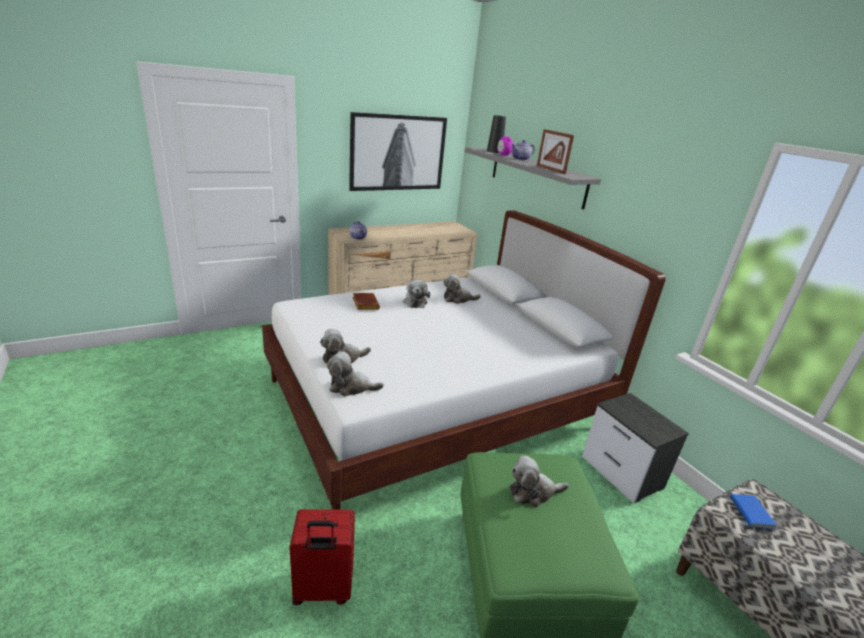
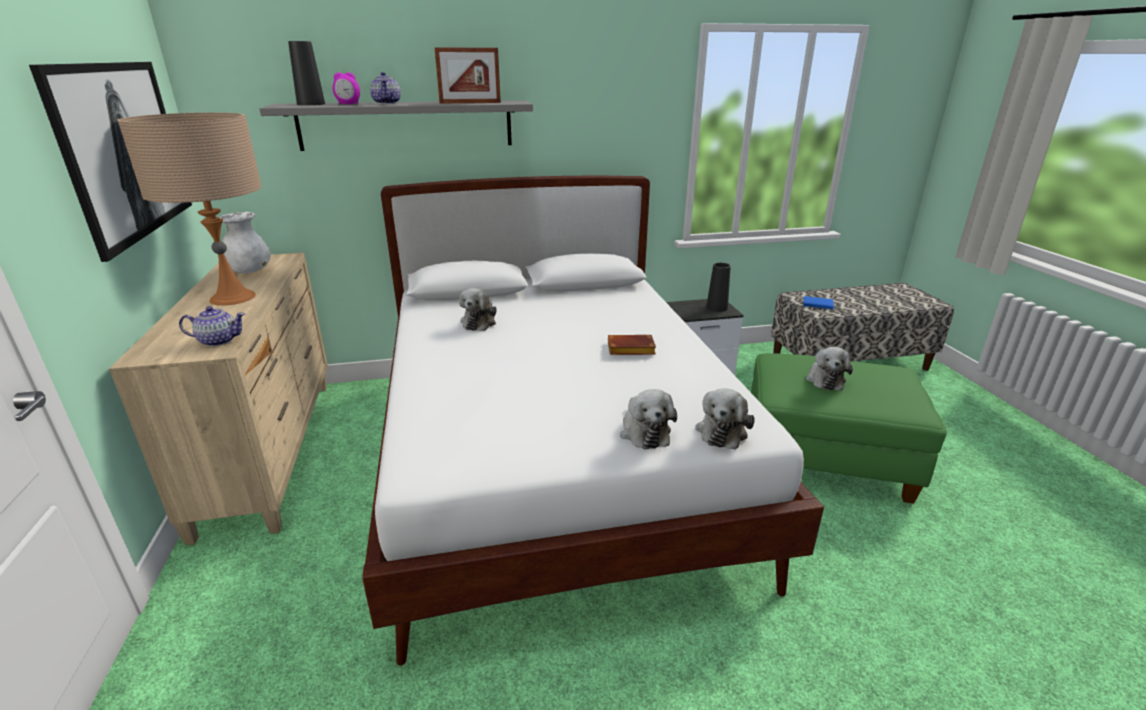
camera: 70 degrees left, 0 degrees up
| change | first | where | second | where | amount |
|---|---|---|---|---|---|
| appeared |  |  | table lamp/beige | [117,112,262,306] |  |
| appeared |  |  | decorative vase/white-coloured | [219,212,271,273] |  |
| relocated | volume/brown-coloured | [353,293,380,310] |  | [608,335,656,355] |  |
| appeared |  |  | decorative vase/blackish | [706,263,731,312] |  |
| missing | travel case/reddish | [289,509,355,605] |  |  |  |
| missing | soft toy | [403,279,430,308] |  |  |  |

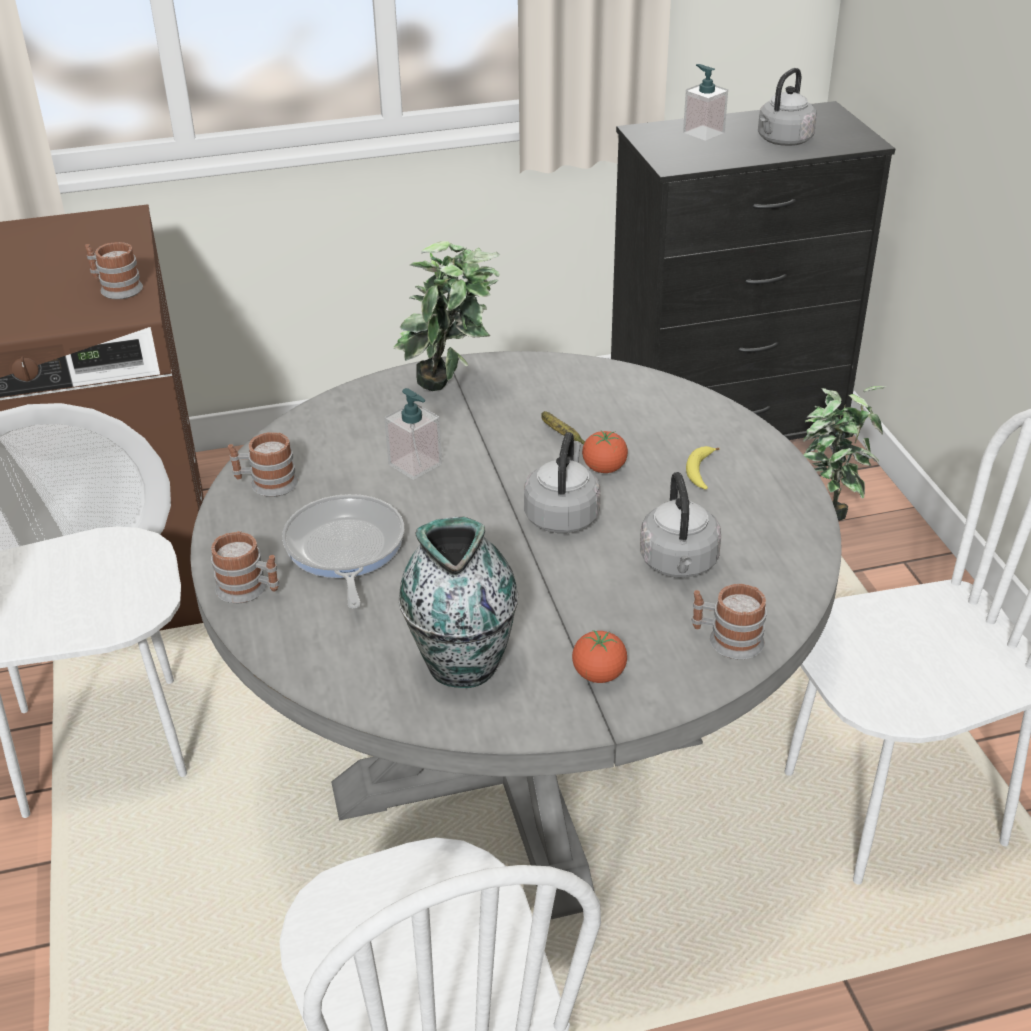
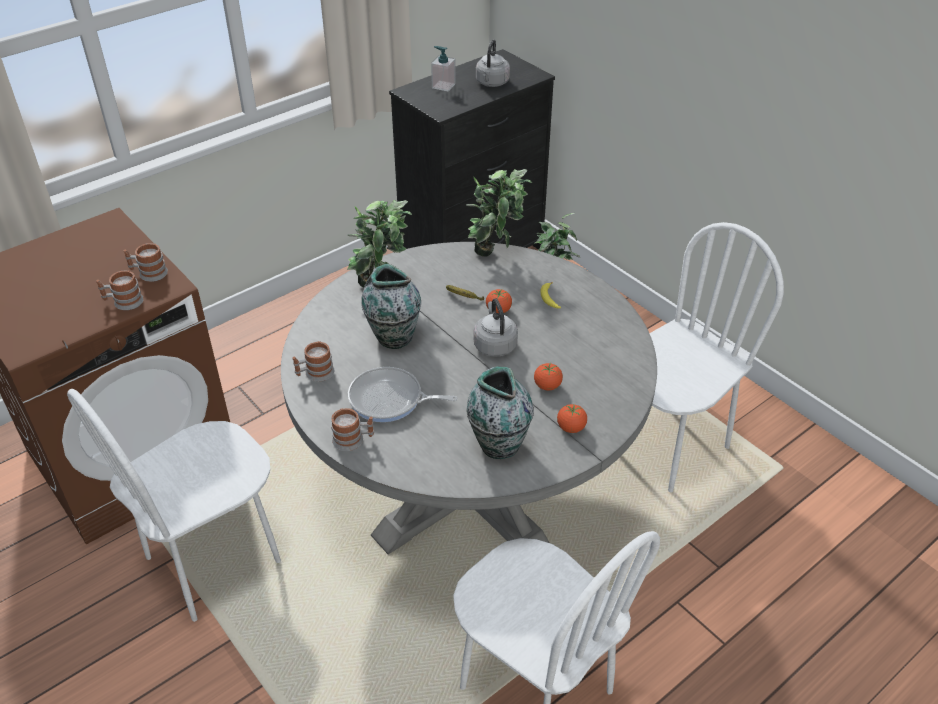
camera: 25 degrees left, 5 degrees up
| change | first | where | second | where | amount |
|---|---|---|---|---|---|
| relocated | tea mug | [691,584,767,659] |  | [96,271,144,310] |  |
| spun | skillet | [282,494,404,609] |  | [348,367,457,422] | 45 degrees counterclockwise |
| exchanged | soap dispenser | [384,388,442,480] | decorative vase | [361,264,421,349] |  |
| appeared |  |  | potted plant | [466,169,532,256] |  |
| appeared |  |  | tomato | [534,363,563,391] |  |
| missing | water kettle/grey | [640,472,721,578] |  |  |  |

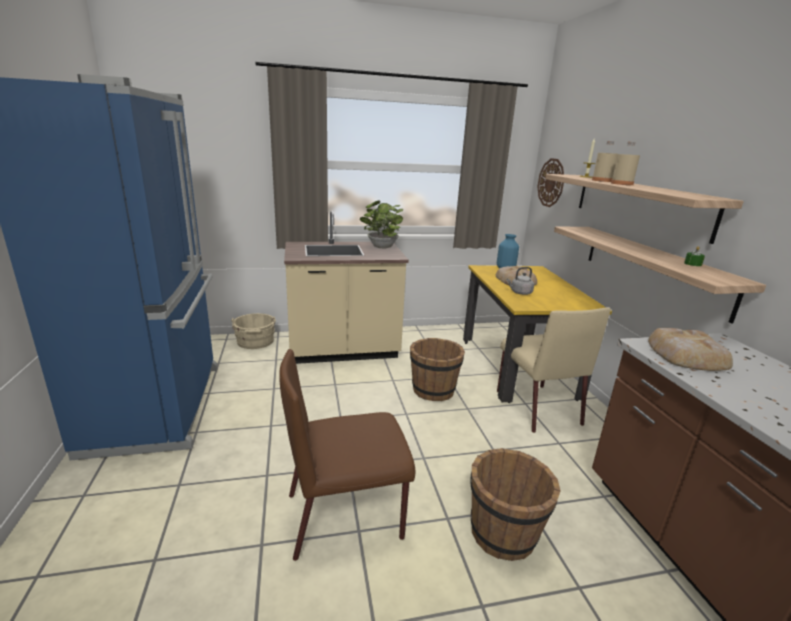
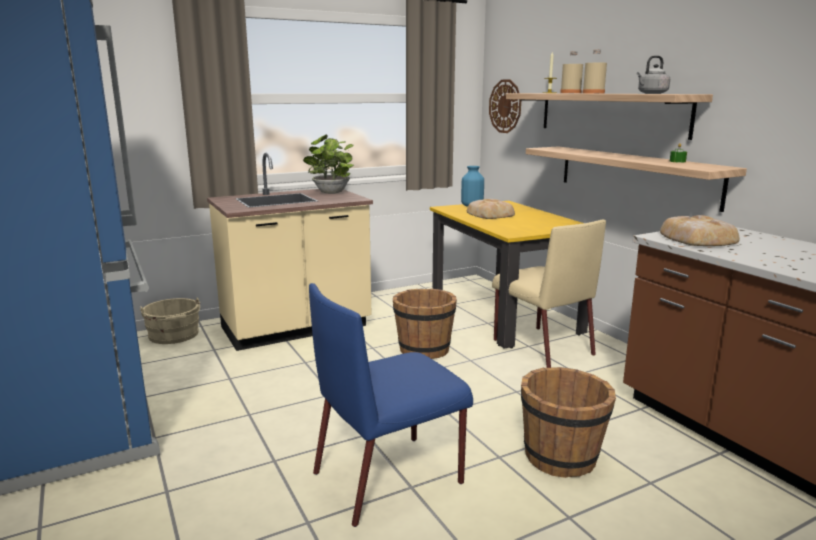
camera: 15 degrees left, 5 degrees down
| change | first | where | second | where | amount |
|---|---|---|---|---|---|
| colour | plain chair/brown-coloured | [279,349,415,561] | plain chair/blue-coloured | [309,283,473,527] |  |
| relocated | water kettle/grey | [507,267,534,295] |  | [637,56,670,94] |  |

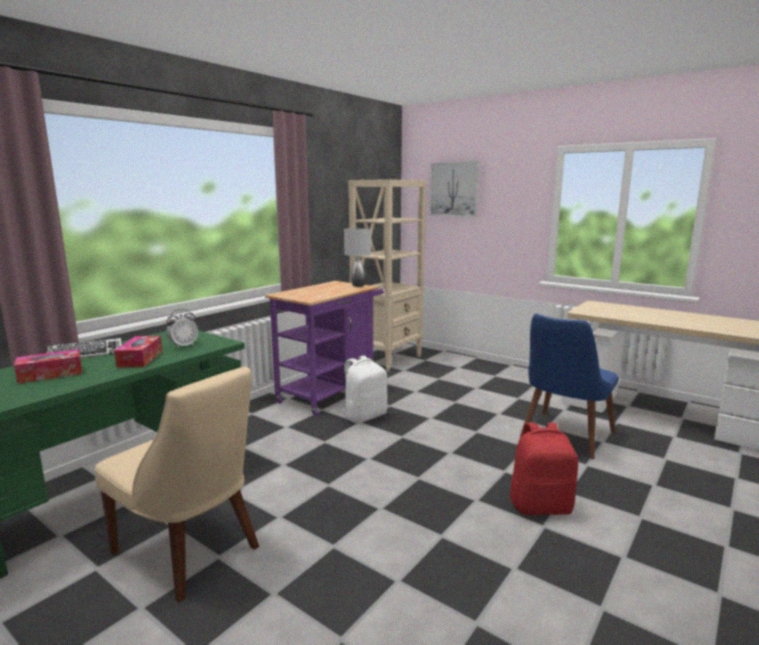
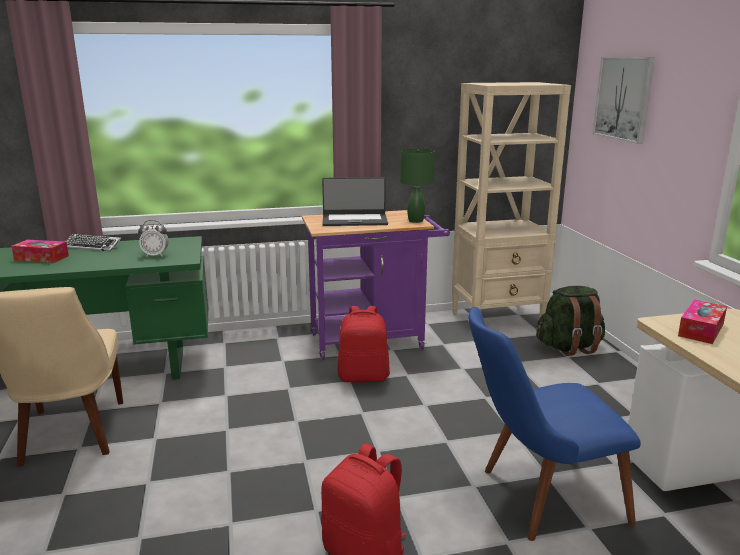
camera: 40 degrees right, 5 degrees up
| change | first | where | second | where | amount |
|---|---|---|---|---|---|
| appeared |  |  | laptop | [322,177,388,226] |  |
| colour | rucksack/white-coloured | [342,355,388,424] | rucksack/reddish | [338,306,390,382] |  |
| colour | table lamp/grey | [344,228,371,287] | table lamp/greenish | [400,149,435,223] |  |
| appeared |  |  | rucksack/greenish | [536,286,605,356] |  |
| relocated | tissue box | [114,336,162,368] |  | [678,300,727,344] |  |

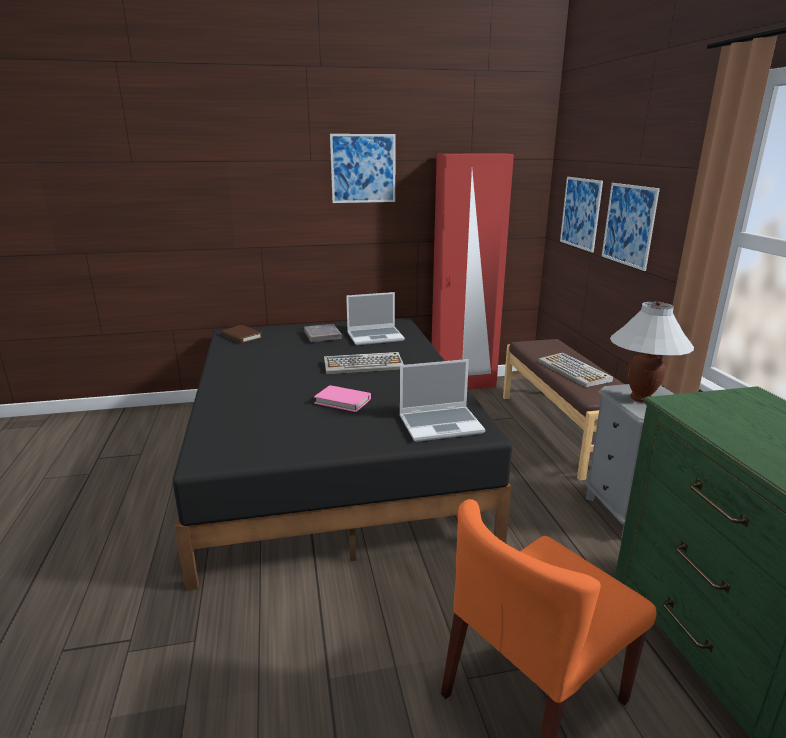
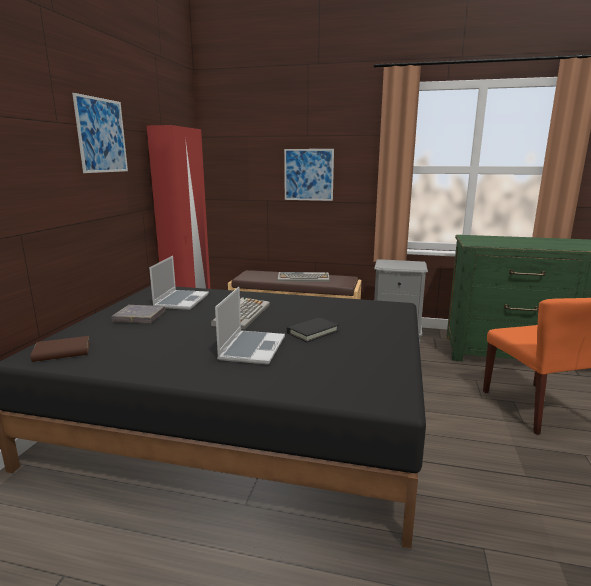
camera: 65 degrees left, 5 degrees down
| change | first | where | second | where | amount |
|---|---|---|---|---|---|
| relocated | laptop | [400,359,485,442] |  | [215,287,285,365] |  |
| colour | volume/pinkish | [314,385,371,412] | volume/blackish | [287,317,339,342] |  |
| missing | picture | [560,177,603,252] |  |  |  |
| missing | table lamp/white-coloured | [610,301,694,403] |  |  |  |

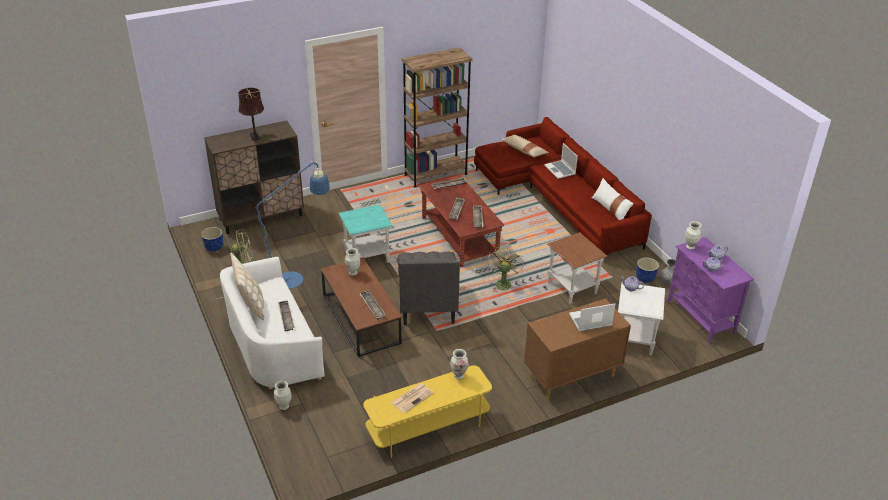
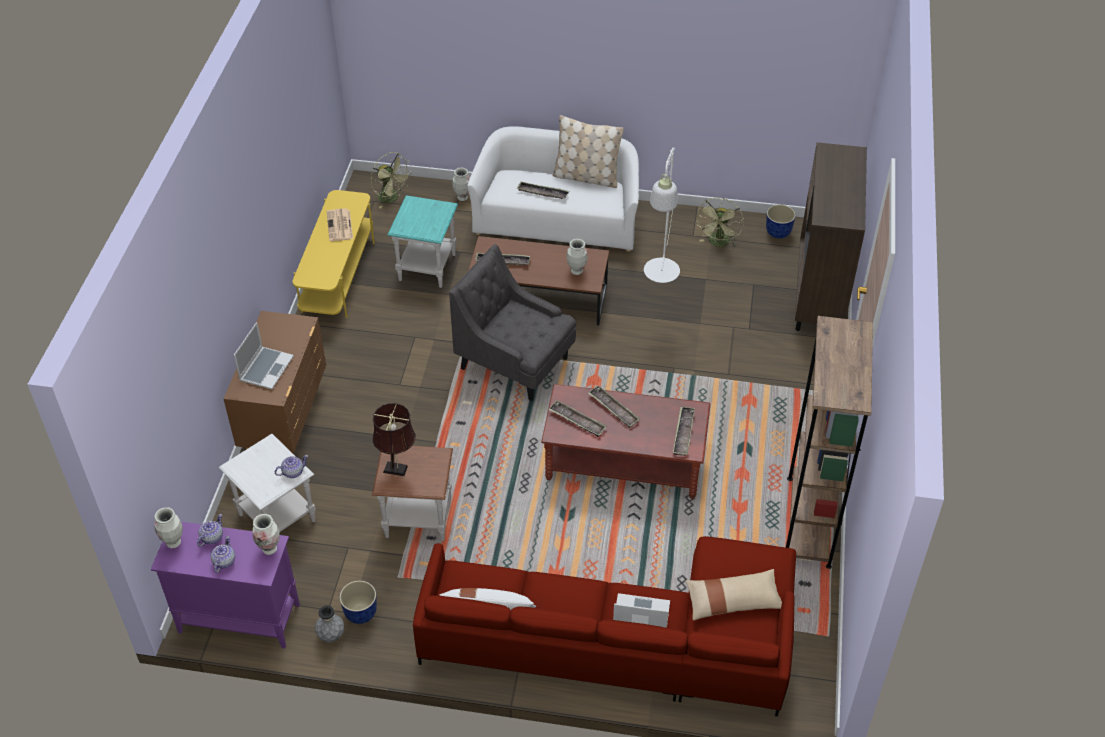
camera: 125 degrees right, 10 degrees up
| change | first | where | second | where | amount |
|---|---|---|---|---|---|
| relocated | decorative vase | [450,349,468,380] |  | [154,507,183,548] |  |
| relocated | cooling fan/greenish | [487,246,523,291] |  | [371,152,412,209] |  |
| relocated | table lamp/brown-coloured | [238,88,264,141] |  | [372,403,416,476] |  |
| relocated | end table/turquoise-coloured | [339,205,392,263] |  | [388,195,458,288] |  |
| colour | standard lamp/blue-coloured | [218,161,330,299] | standard lamp/white-coloured | [644,148,680,283] |  |

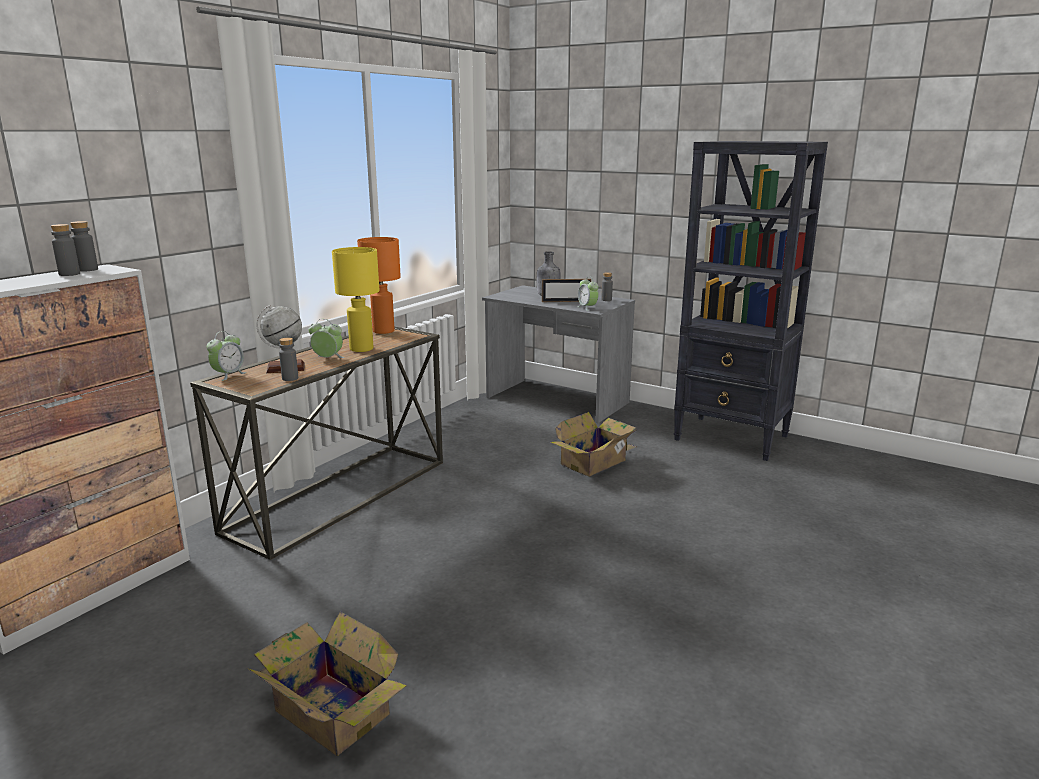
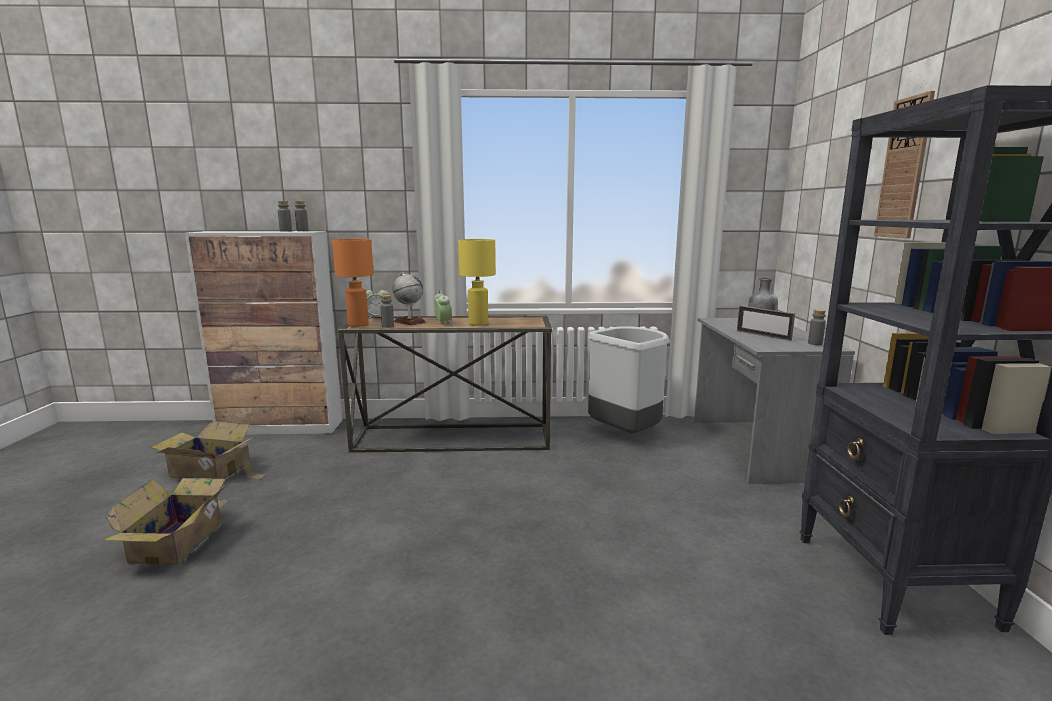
camera: 55 degrees right, 5 degrees down
| change | first | where | second | where | amount |
|---|---|---|---|---|---|
| relocated | packing box | [550,412,637,477] |  | [150,421,267,480] |  |
| relocated | table lamp/orange | [357,237,401,334] |  | [332,239,374,327] |  |
| appeared |  |  | waste bin/grey | [588,326,670,434] |  |
| appeared |  |  | clock on the wall | [874,91,935,239] |  |
| missing | alarm clock | [577,276,598,311] |  |  |  |

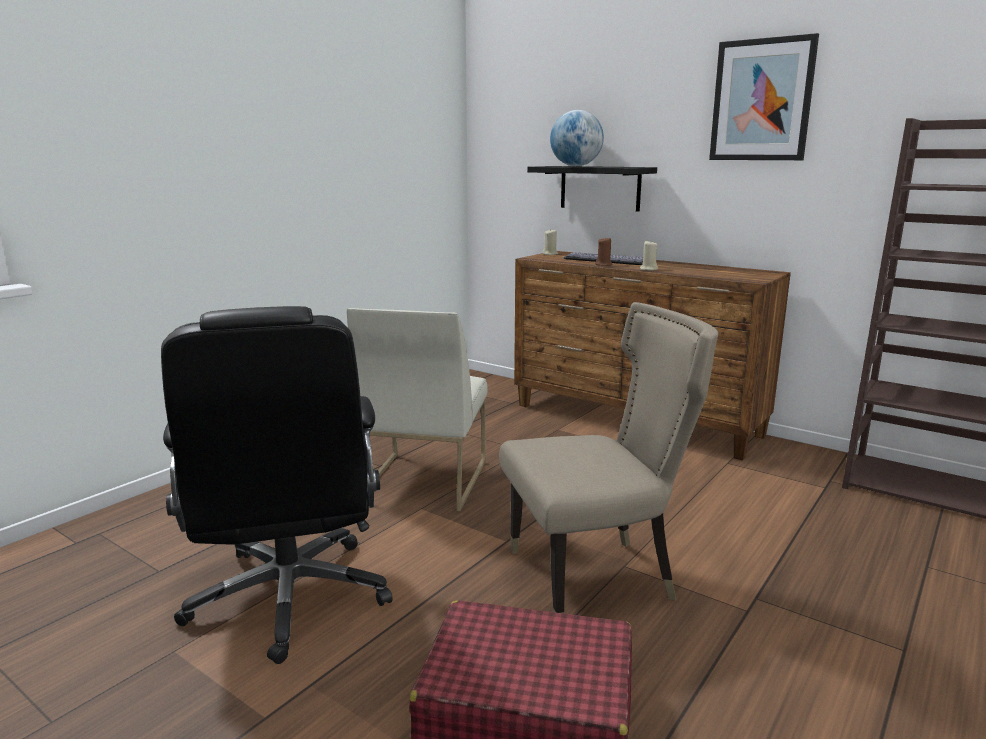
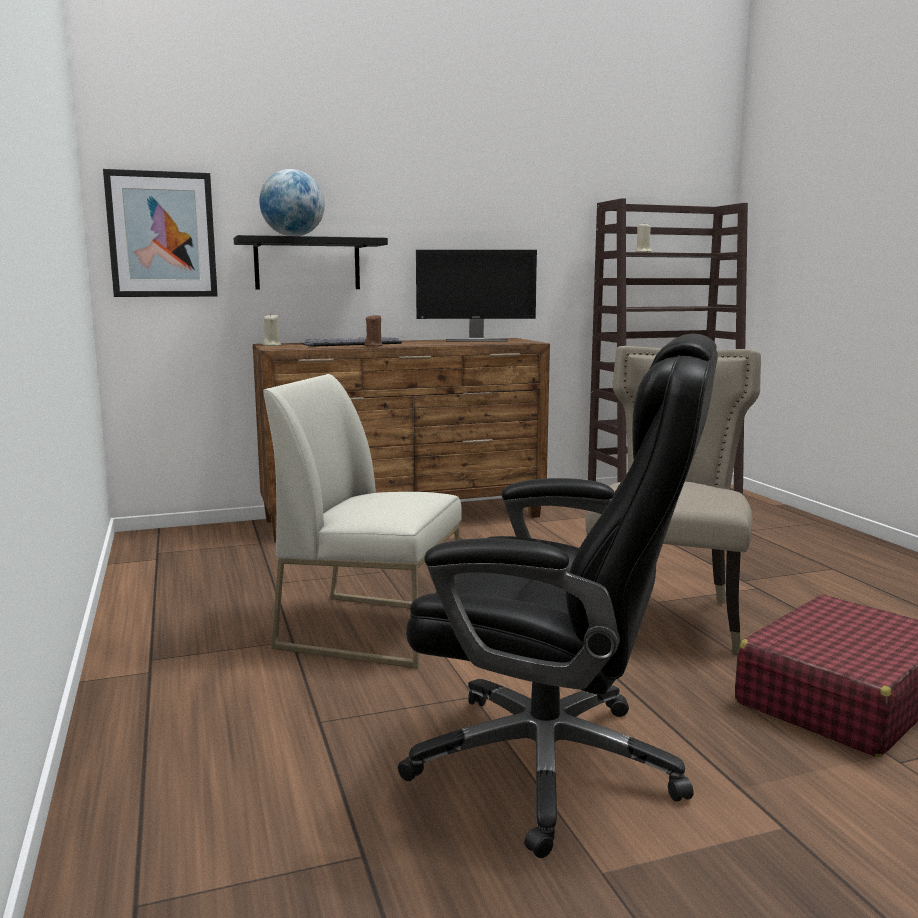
camera: 55 degrees left, 5 degrees down
| change | first | where | second | where | amount |
|---|---|---|---|---|---|
| relocated | picture | [709,33,819,160] |  | [103,169,218,297] |  |
| spun | plain chair/white-coloured | [347,308,488,511] |  | [263,374,462,668] | 150 degrees clockwise |
| appeared |  |  | computer display | [416,250,537,341] |  |
| relocated | candle/beige | [640,241,658,271] |  | [635,223,652,252] |  |

